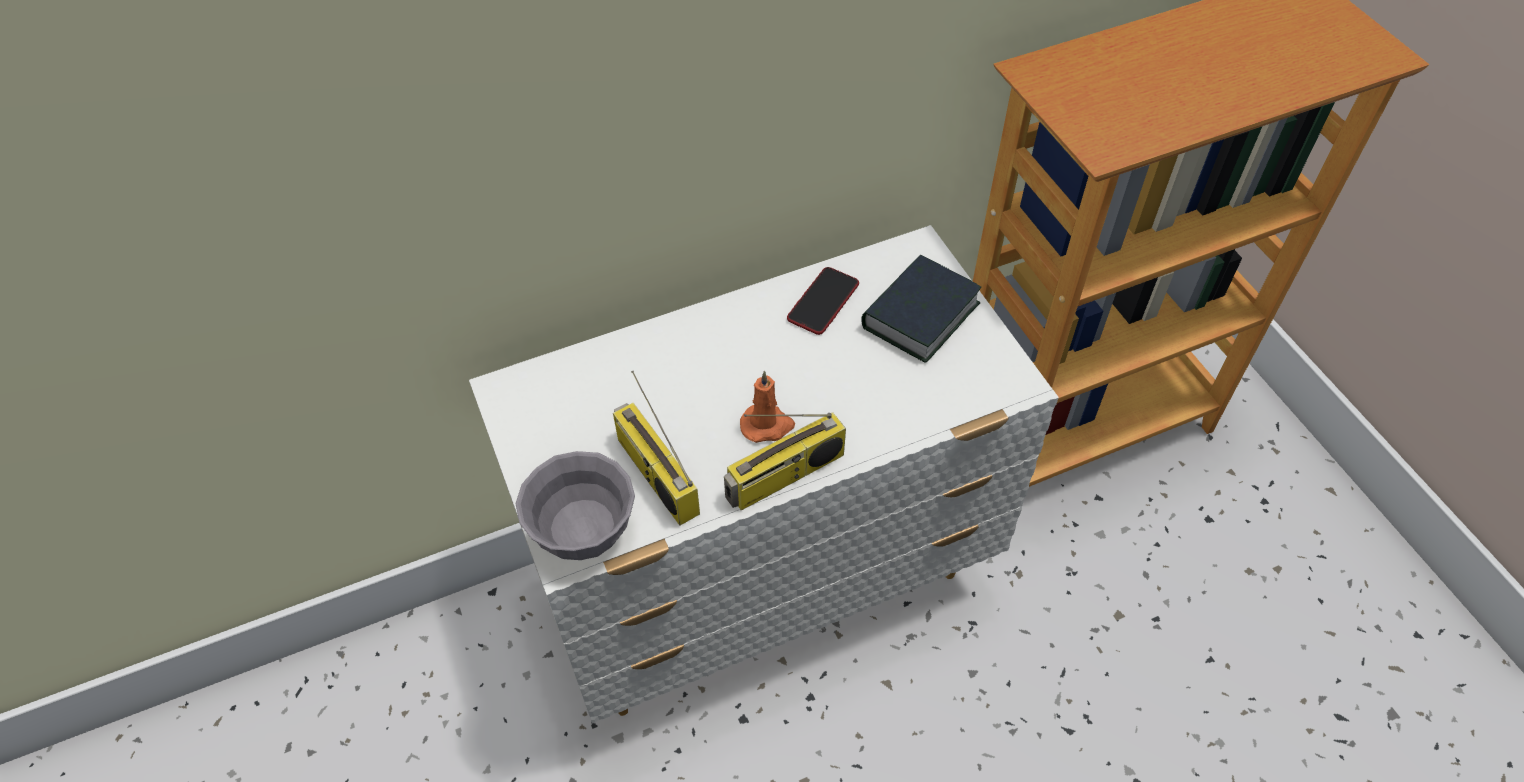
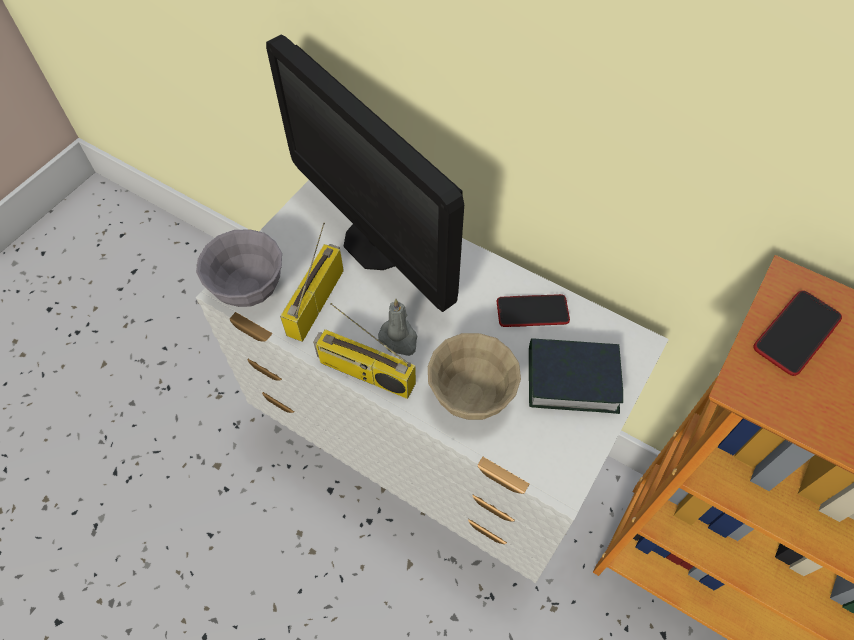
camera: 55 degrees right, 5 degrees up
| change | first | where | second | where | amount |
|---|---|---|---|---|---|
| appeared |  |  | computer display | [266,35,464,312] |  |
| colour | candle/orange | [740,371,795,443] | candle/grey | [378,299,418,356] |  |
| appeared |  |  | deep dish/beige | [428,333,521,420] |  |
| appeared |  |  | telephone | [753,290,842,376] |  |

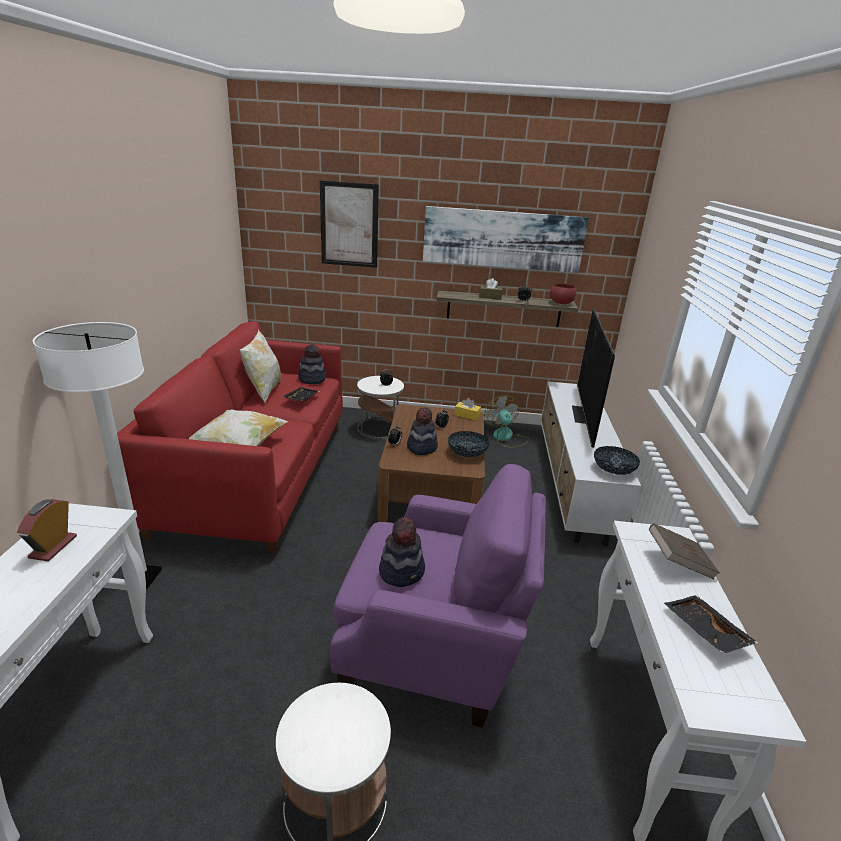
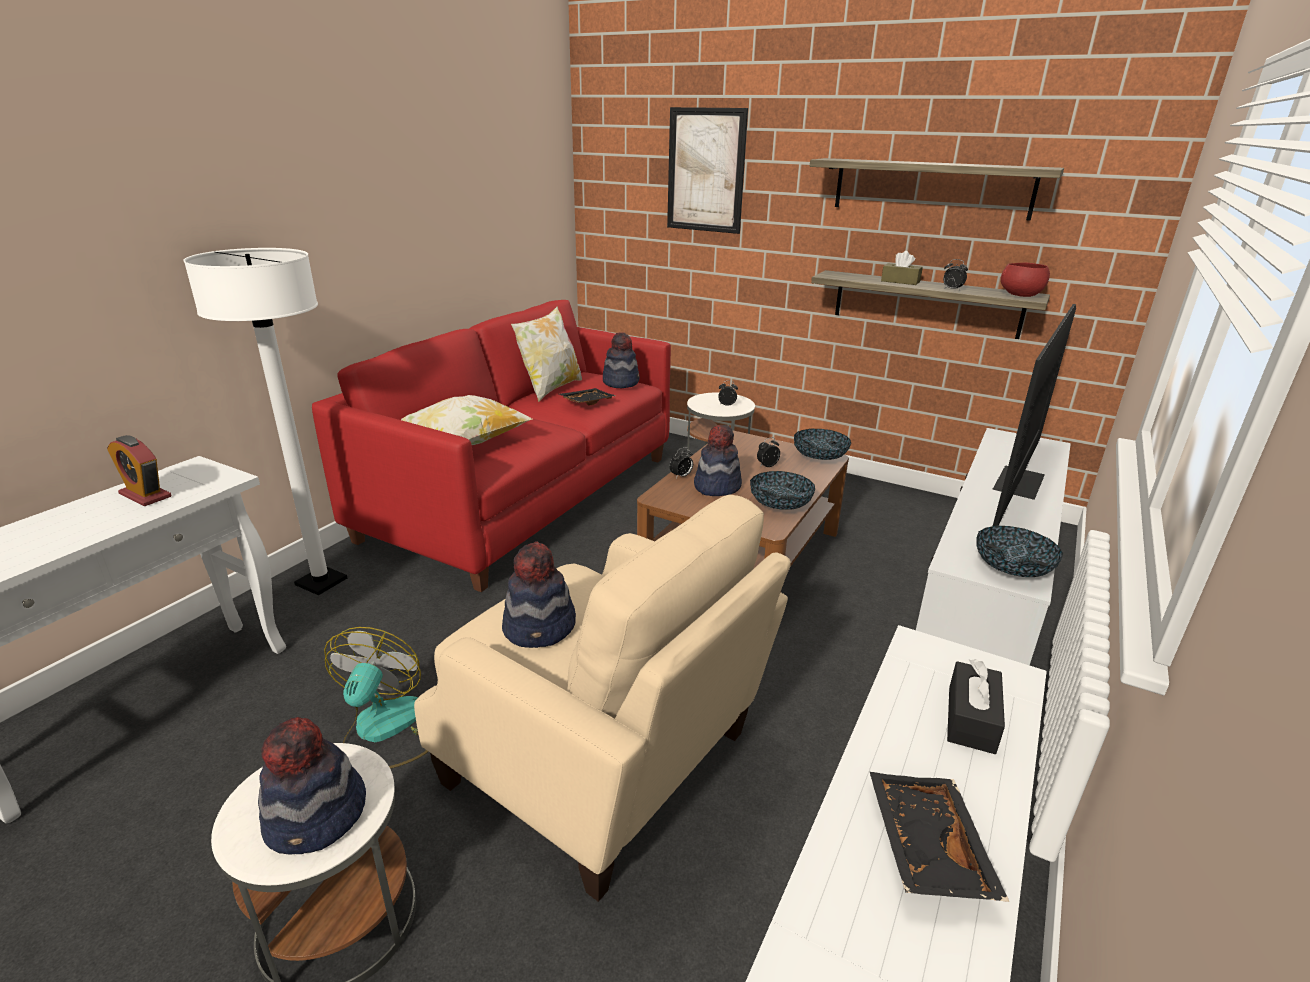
camera: 25 degrees right, 0 degrees up
| change | first | where | second | where | amount |
|---|---|---|---|---|---|
| spun | alarm clock | [17,499,77,562] |  | [107,435,171,506] | 90 degrees counterclockwise |
| appeared |  |  | hat | [258,717,366,855] |  |
| relocated | cooling fan | [484,395,529,448] |  | [324,627,428,769] |  |
| colour | armchair/purple-coloured | [330,464,546,727] | armchair/beige | [414,495,791,902] |  |
| exchanged | tissue box/yellowish | [454,398,481,420] | deep dish | [794,429,851,460] |  |
| exchanged | picture | [423,206,589,273] | shelf | [810,158,1064,221] |  |
| exchanged | volume/brown-coloured | [649,523,720,579] | tissue box/blackish | [947,659,1005,754] |  |

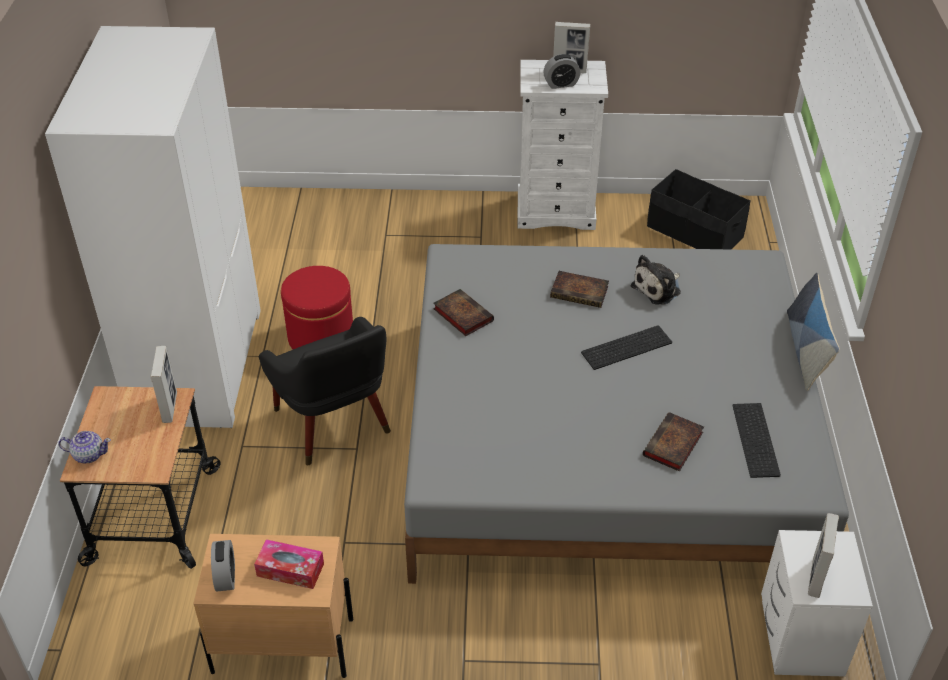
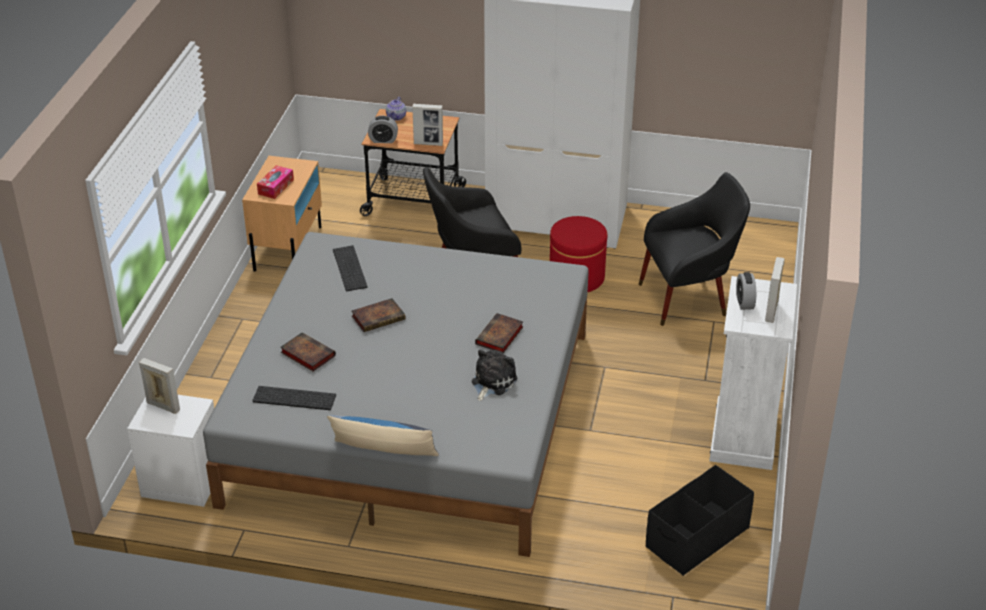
camera: 100 degrees right, 5 degrees down
| change | first | where | second | where | amount |
|---|---|---|---|---|---|
| relocated | PC keyboard | [581,325,672,370] |  | [333,245,368,291] |  |
| relocated | volume | [433,289,494,336] |  | [351,298,405,332] |  |
| relocated | alarm clock | [211,540,235,592] |  | [368,116,398,143] |  |
| spun | soft toy | [631,255,681,305] |  | [472,350,517,401] | 60 degrees clockwise |
| appeared |  |  | armchair/blackish | [639,172,750,326] |  |

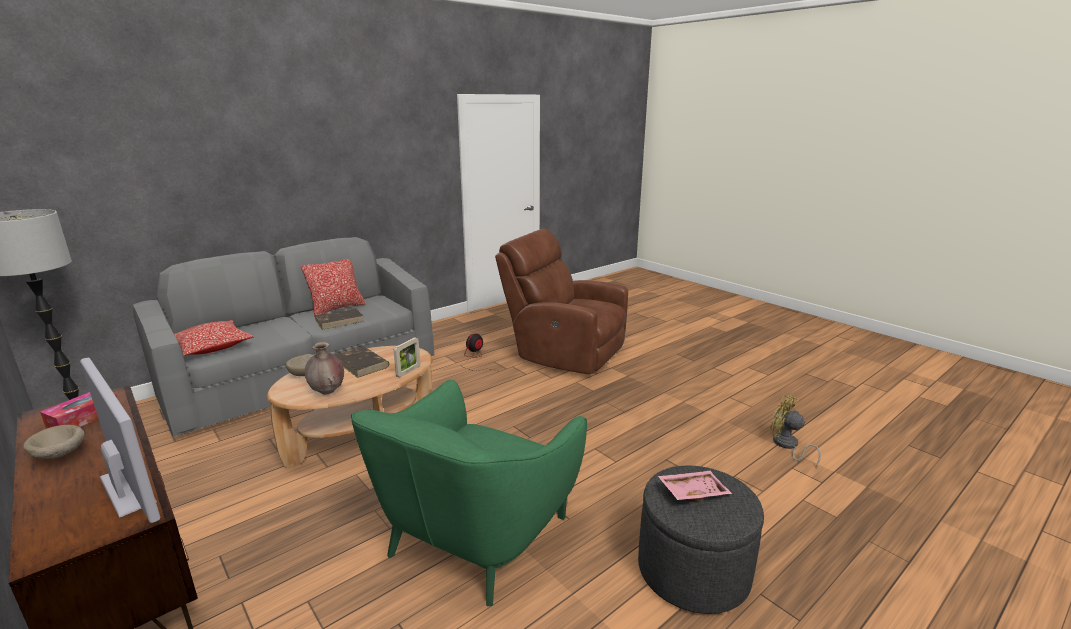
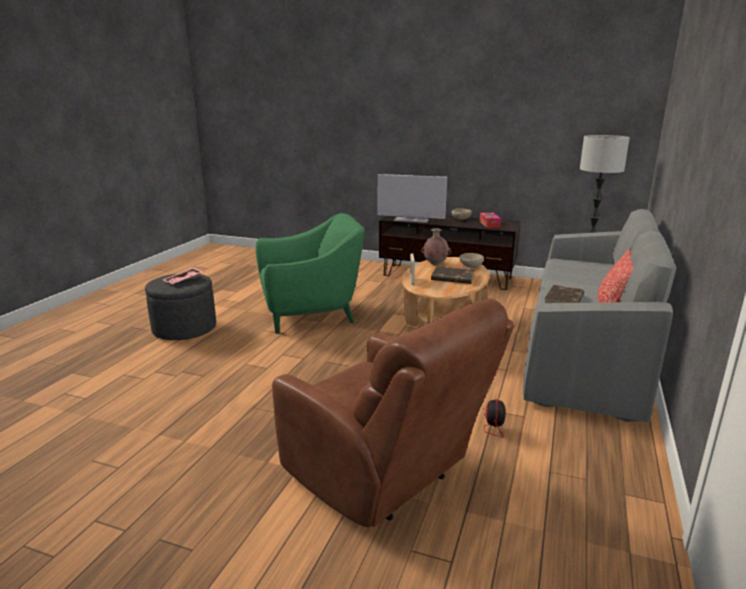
camera: 150 degrees right, 0 degrees up
| change | first | where | second | where | amount |
|---|---|---|---|---|---|
| spun | armchair/greenish | [351,380,587,606] |  | [256,213,364,334] | 75 degrees clockwise |
| spun | armchair/brown-coloured | [495,228,628,374] |  | [272,298,514,527] | 45 degrees clockwise |
| missing | cushion | [174,320,253,356] |  |  |  |
| missing | cooling fan/yellowish | [770,395,821,468] |  |  |  |

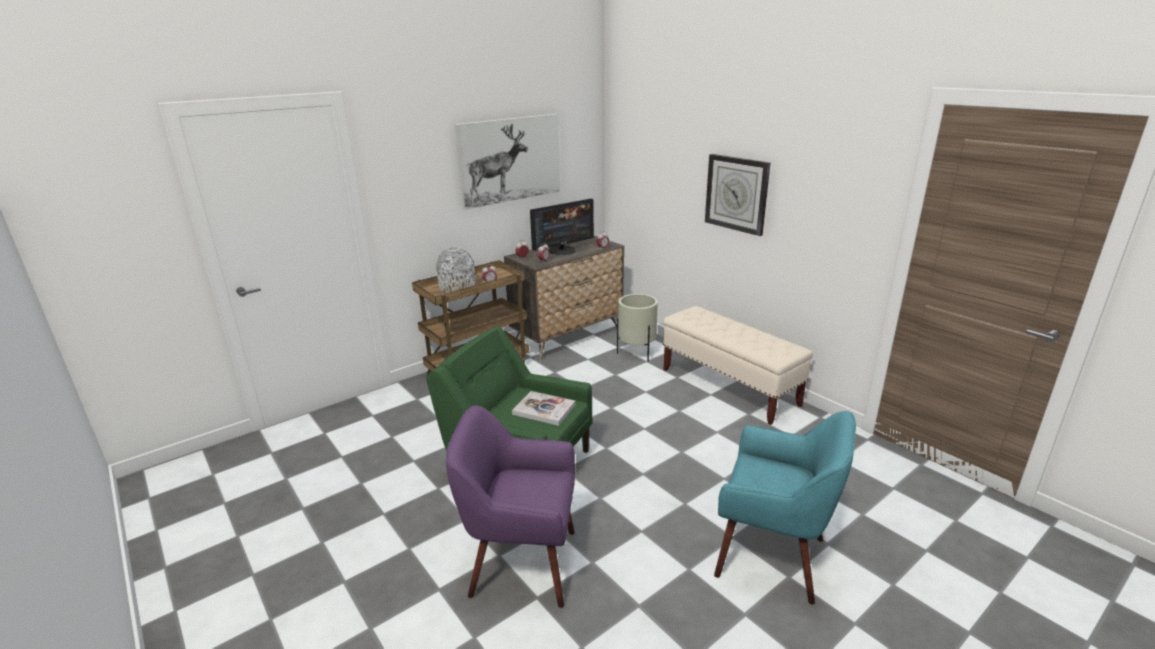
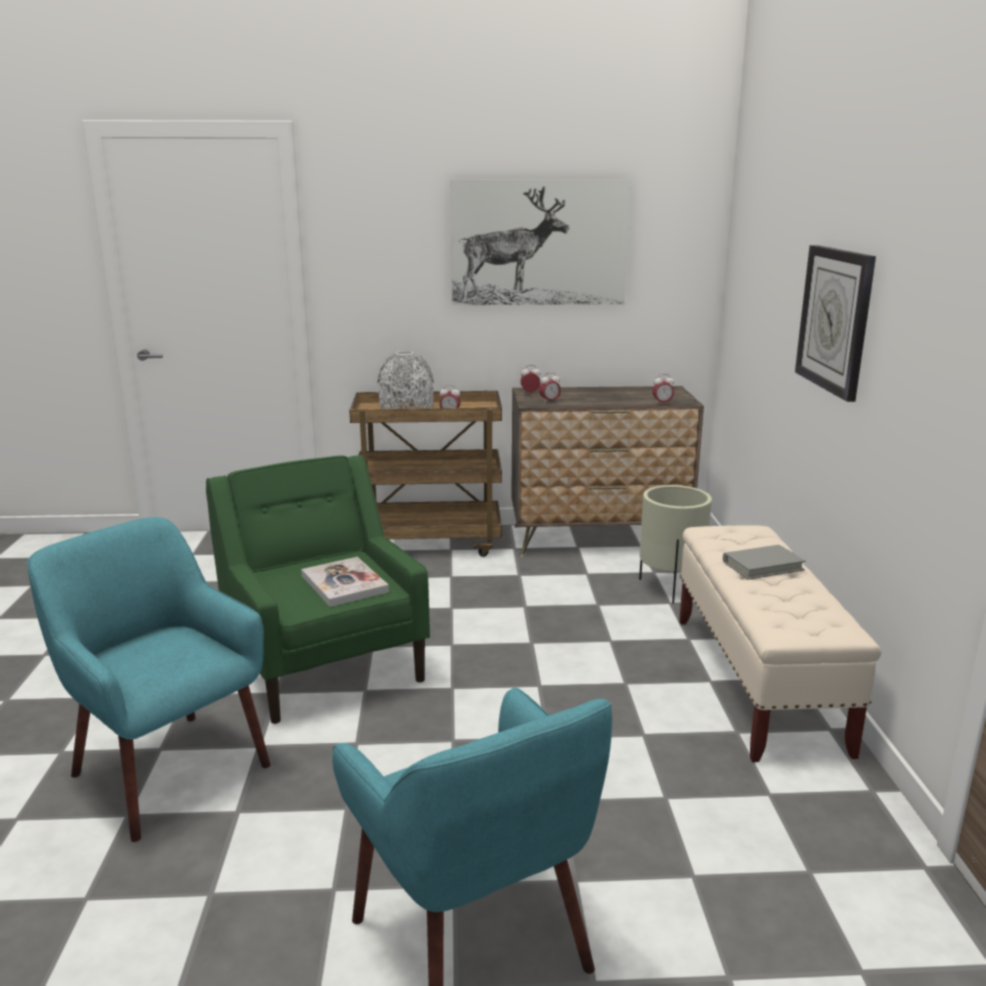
camera: 35 degrees right, 5 degrees down
| change | first | where | second | where | amount |
|---|---|---|---|---|---|
| colour | armchair/purple-coloured | [446,406,575,608] | armchair/turquoise-coloured | [27,517,271,842] |  |
| appeared |  |  | volume/grey | [723,545,806,579] |  |
| missing | computer display | [530,199,594,255] |  |  |  |

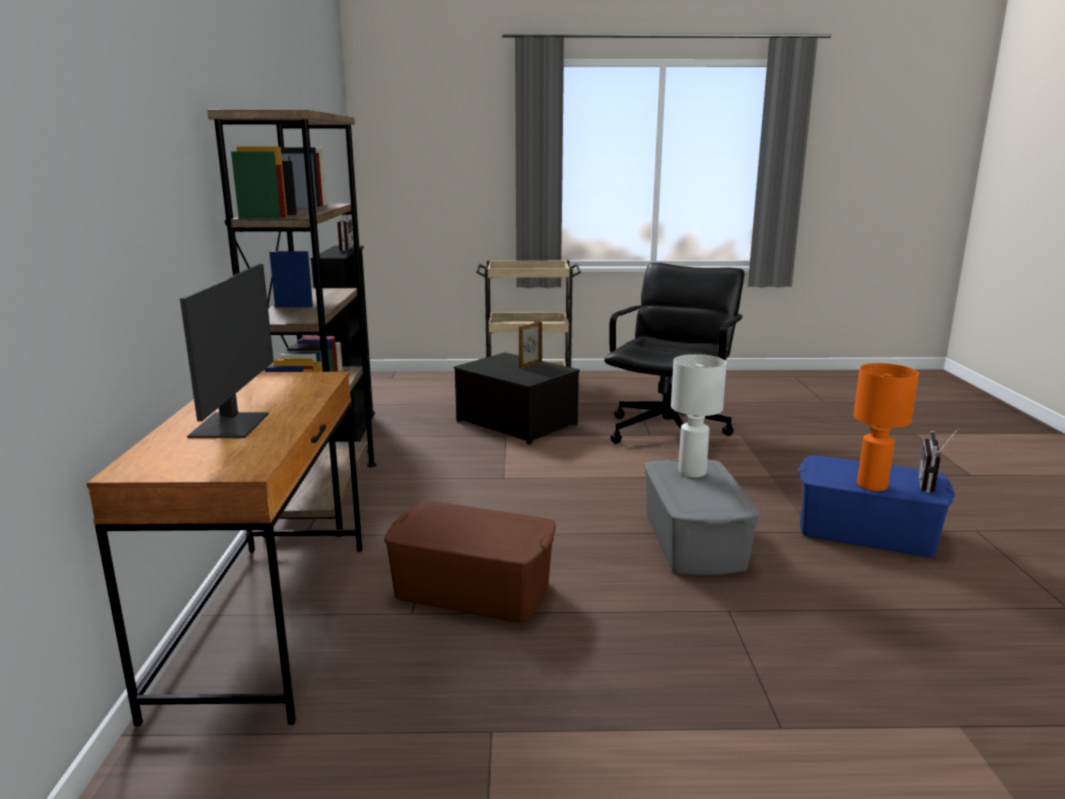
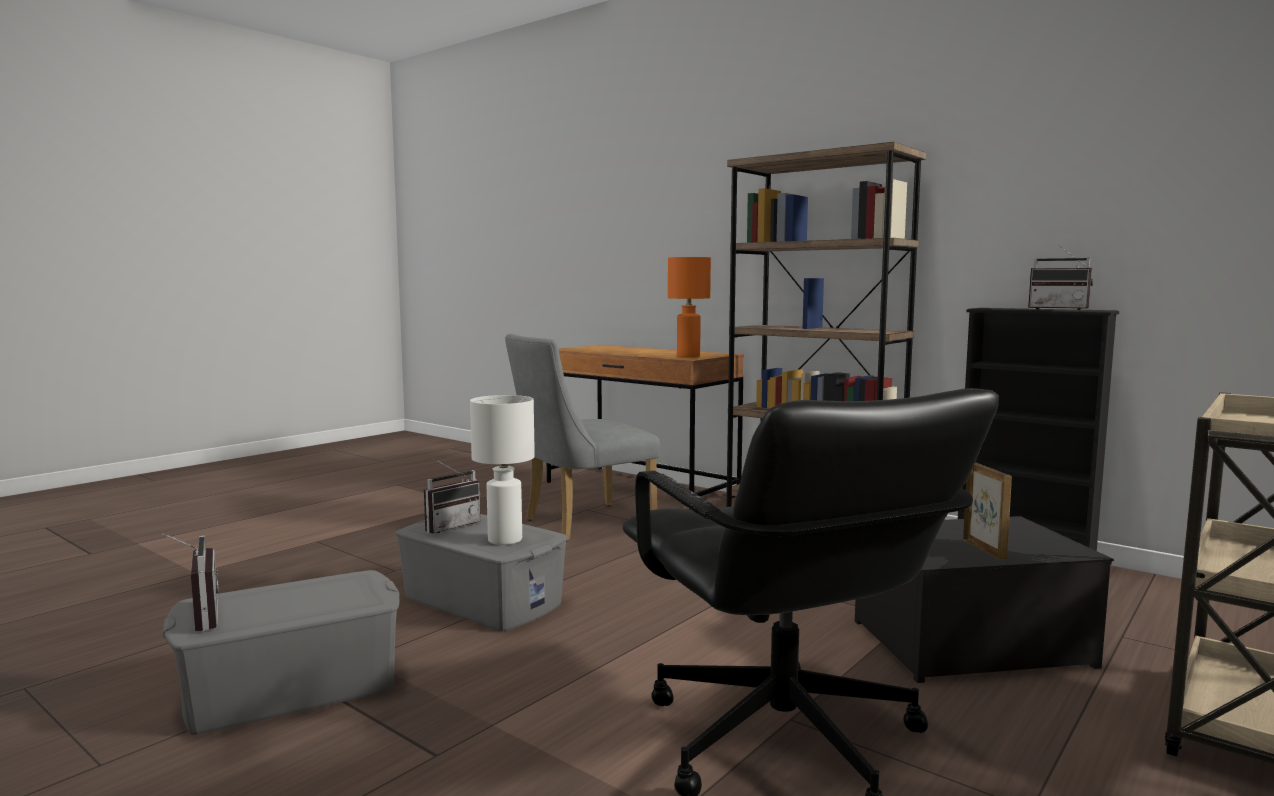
camera: 130 degrees right, 10 degrees down
| change | first | where | second | where | amount |
|---|---|---|---|---|---|
| colour | storage bin/blue-coloured | [799,455,955,557] | storage bin/grey | [162,570,400,735] |  |
| appeared |  |  | radio receiver | [424,458,480,534] |  |
| exchanged | storage bin/brown-coloured | [384,501,556,623] | plain chair/grey | [505,334,660,542] |  |
| relocated | table lamp/orange | [853,363,919,491] |  | [668,257,711,358] |  |
| missing | computer display | [180,264,274,438] |  |  |  |

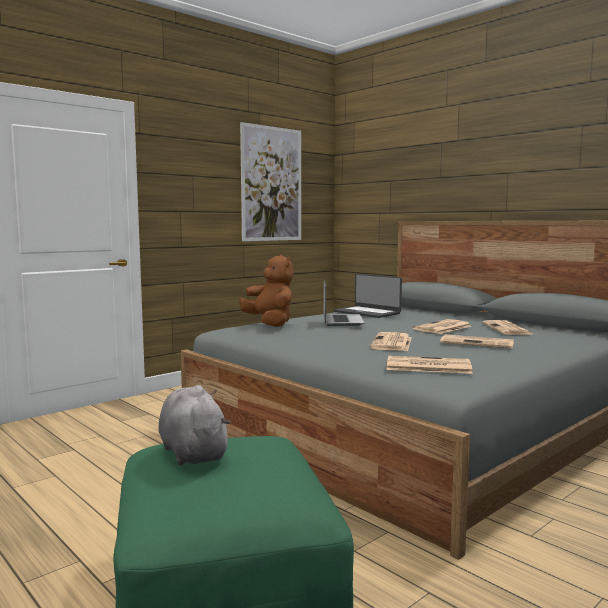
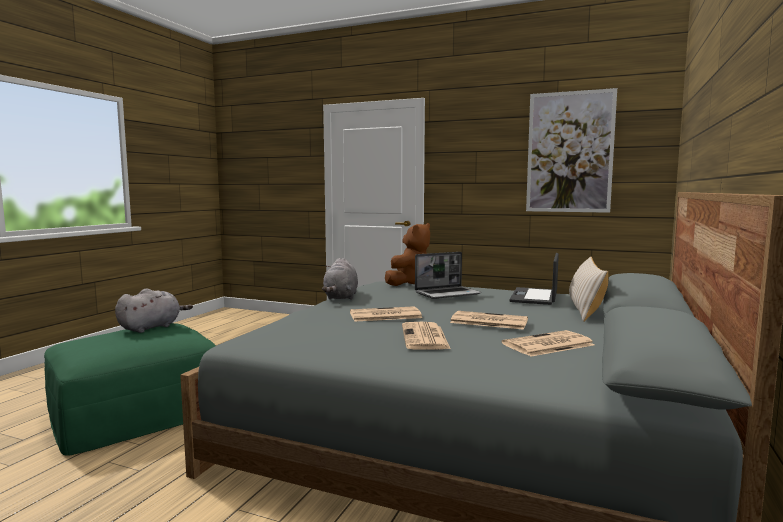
camera: 65 degrees right, 0 degrees up
| change | first | where | second | where | amount |
|---|---|---|---|---|---|
| appeared |  |  | soft toy/grey | [322,258,358,300] |  |
| appeared |  |  | cushion/beige | [569,256,608,322] |  |
| missing | daily paper | [387,356,472,374] |  |  |  |

